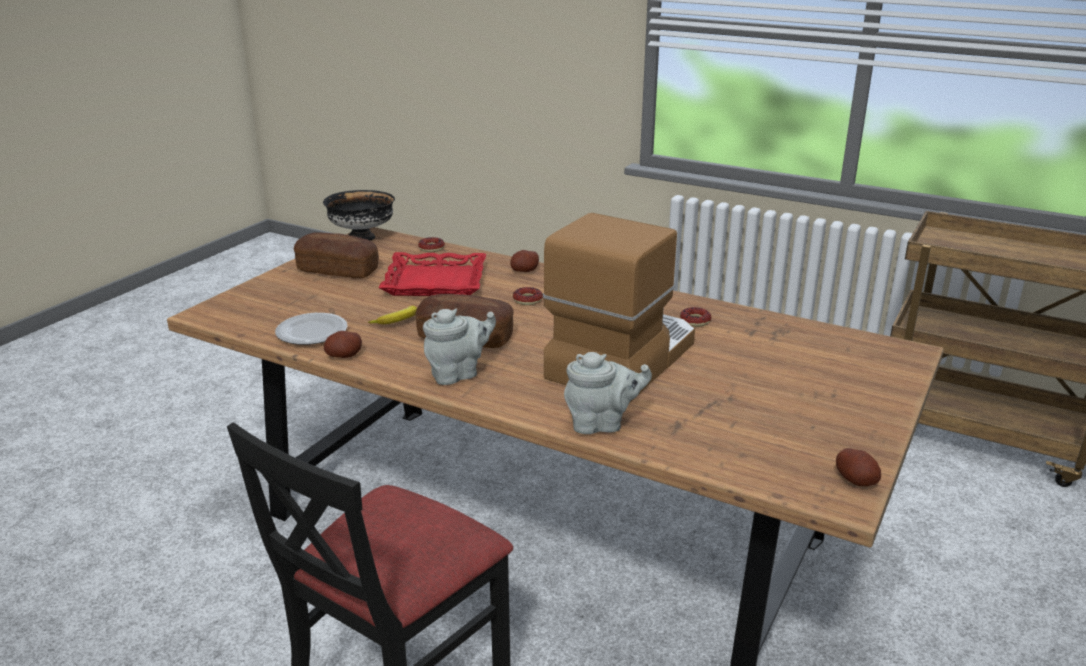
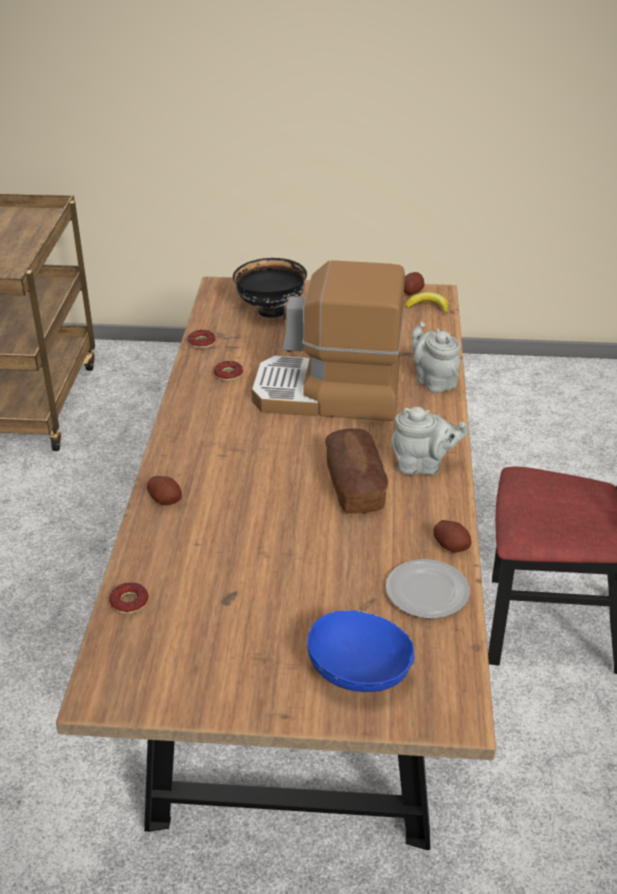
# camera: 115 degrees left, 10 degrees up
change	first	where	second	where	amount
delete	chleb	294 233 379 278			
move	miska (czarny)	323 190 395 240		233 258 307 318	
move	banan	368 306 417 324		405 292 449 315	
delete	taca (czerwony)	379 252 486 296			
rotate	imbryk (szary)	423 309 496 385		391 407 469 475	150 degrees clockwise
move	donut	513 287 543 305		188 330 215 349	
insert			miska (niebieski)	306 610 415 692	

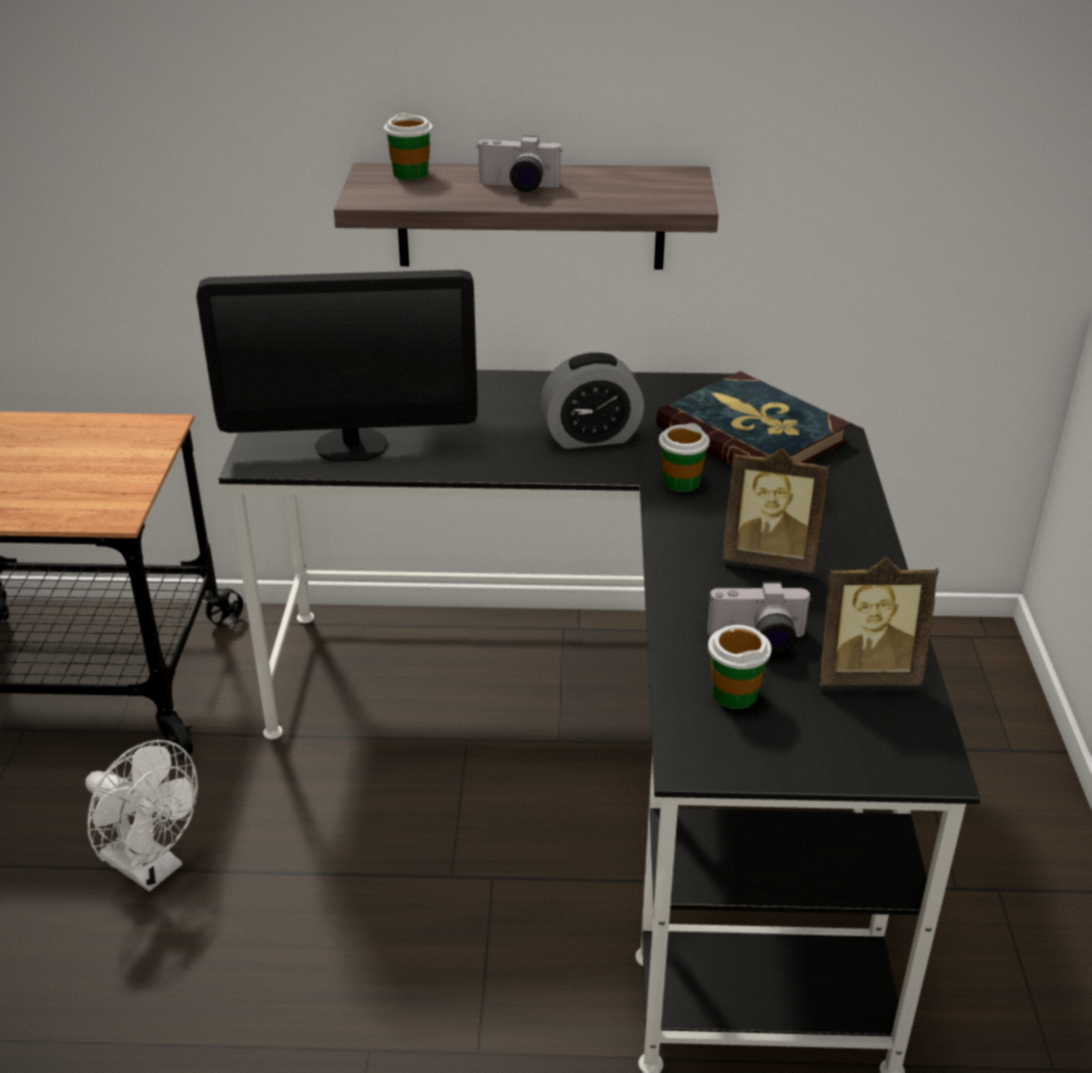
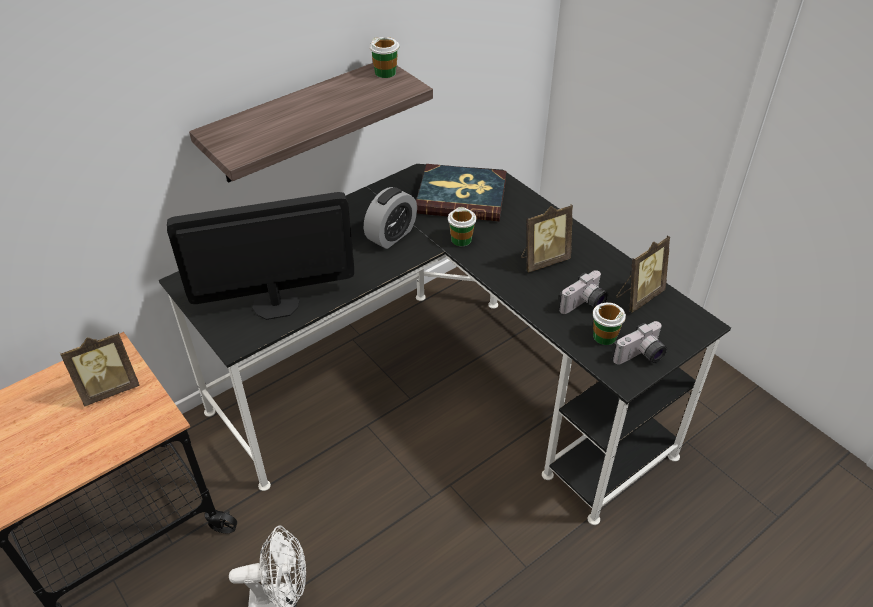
# camera: 40 degrees left, 10 degrees up
change	first	where	second	where	amount
rotate	monitor	196 270 478 462		167 192 354 320	150 degrees counterclockwise
move	filiżanka	384 113 433 180		369 37 399 78	
move	aparat fotograficzny	478 136 562 192		612 321 667 365	
insert			ramka na zdjęcie	60 332 139 407	

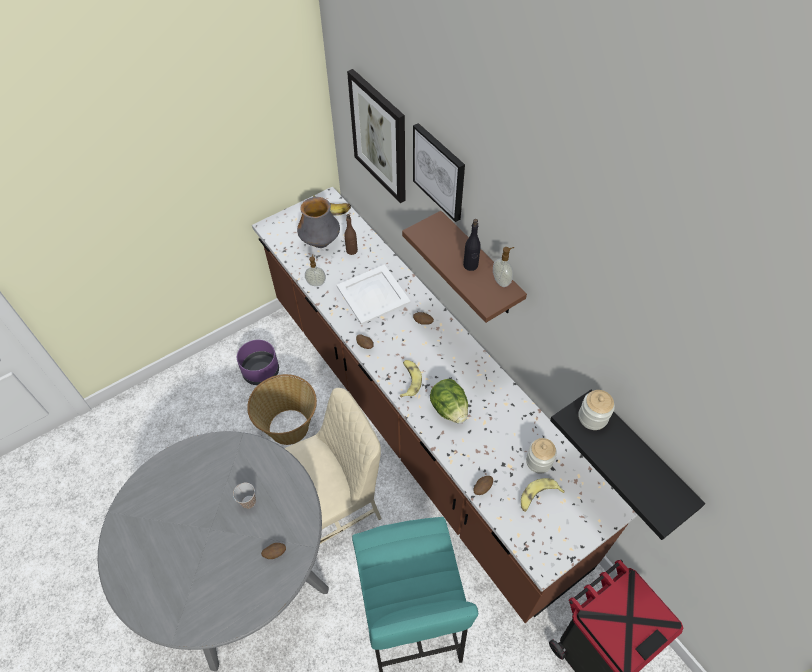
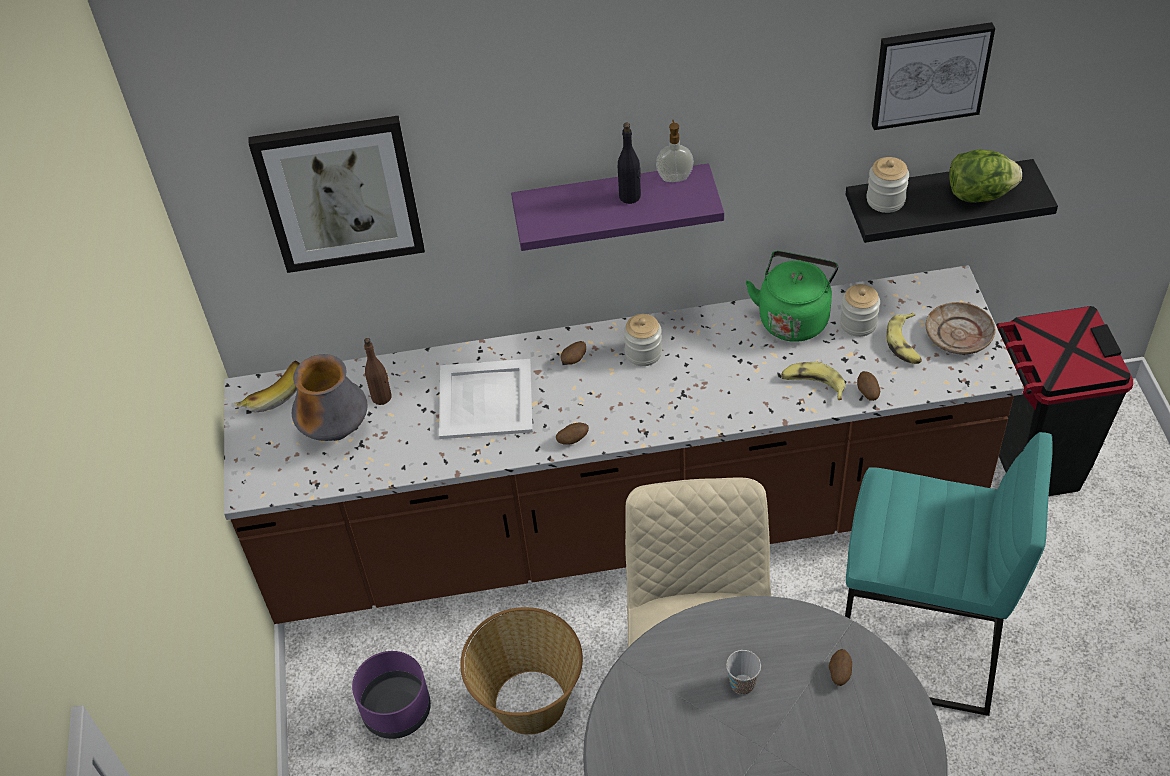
# camera: 60 degrees left, 5 degrees down
change	first	where	second	where	amount
delete	dozownik mydła	305 254 326 286			
move	banan	399 360 422 398		781 362 845 400	
recolor	półka (brązowy)	402 211 527 323	półka (fioletowy)	511 163 724 251	
move	obraz	413 123 465 222		872 22 995 130	
move	sałata	430 379 468 423		949 149 1022 203	
insert			słoik	624 314 662 366	
insert			czajnik (zielony)	746 251 838 342	
insert			talerz (beżowy)	926 302 996 355	

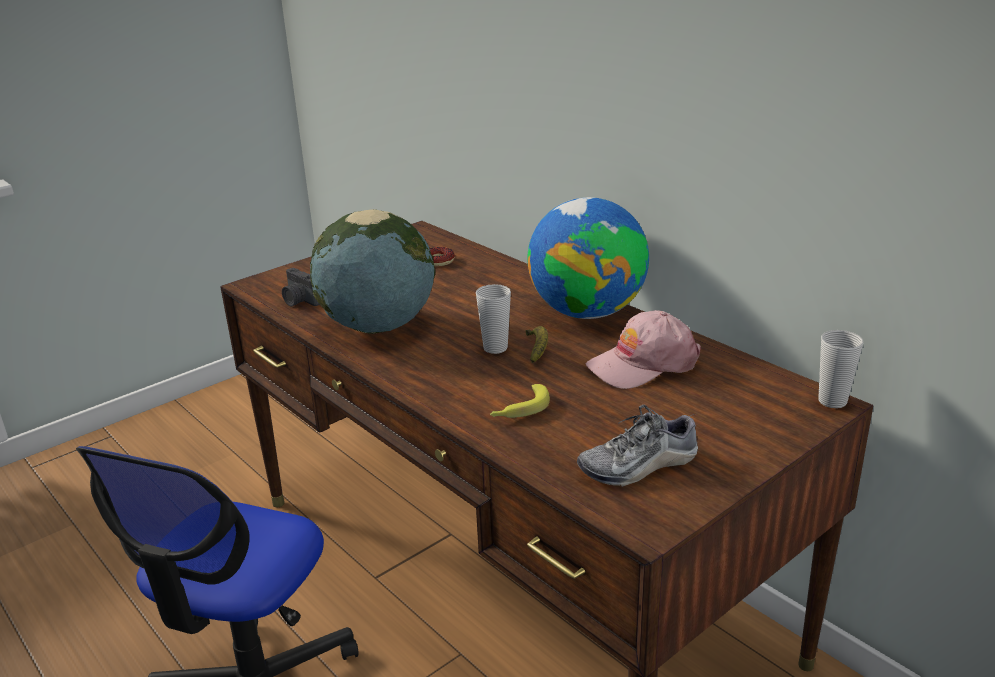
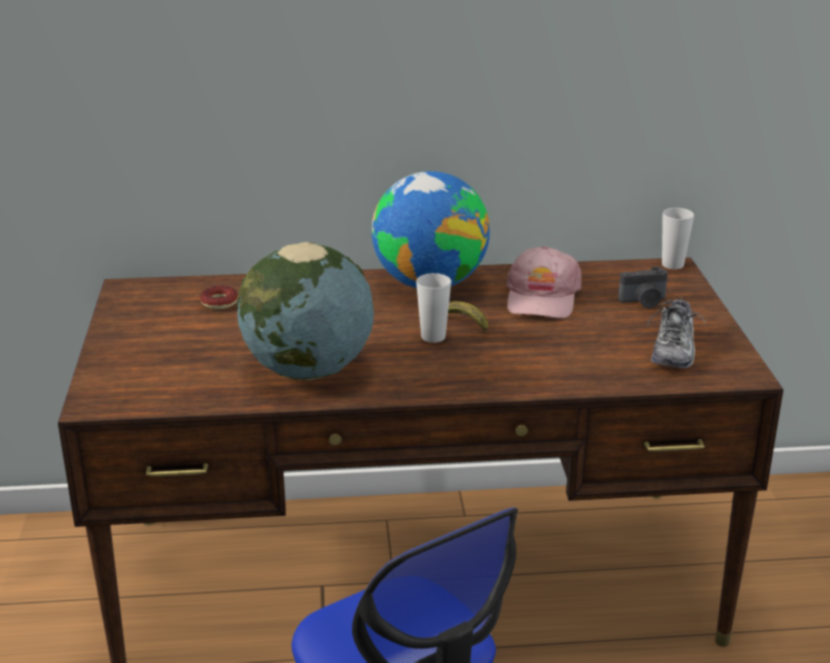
# camera: 55 degrees left, 0 degrees up
change	first	where	second	where	amount
move	aparat fotograficzny	282 268 320 307		618 267 668 308	
delete	banan	490 384 550 418			

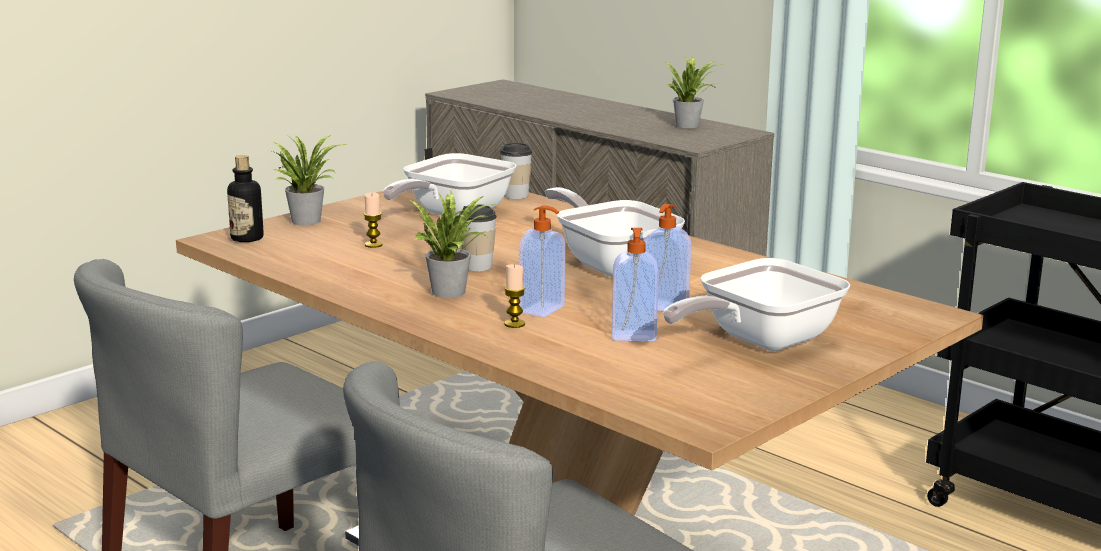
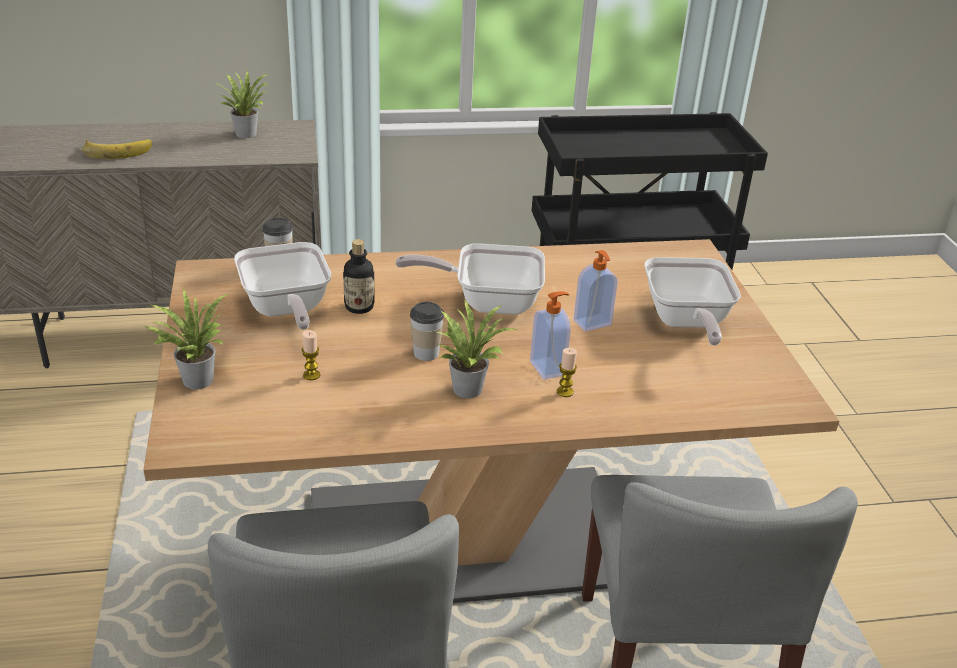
# camera: 55 degrees left, 15 degrees up
change	first	where	second	where	amount
move	butelka	227 155 264 242		343 239 375 314	
delete	dozownik mydła	612 228 659 341			
insert			banan	82 139 152 159	

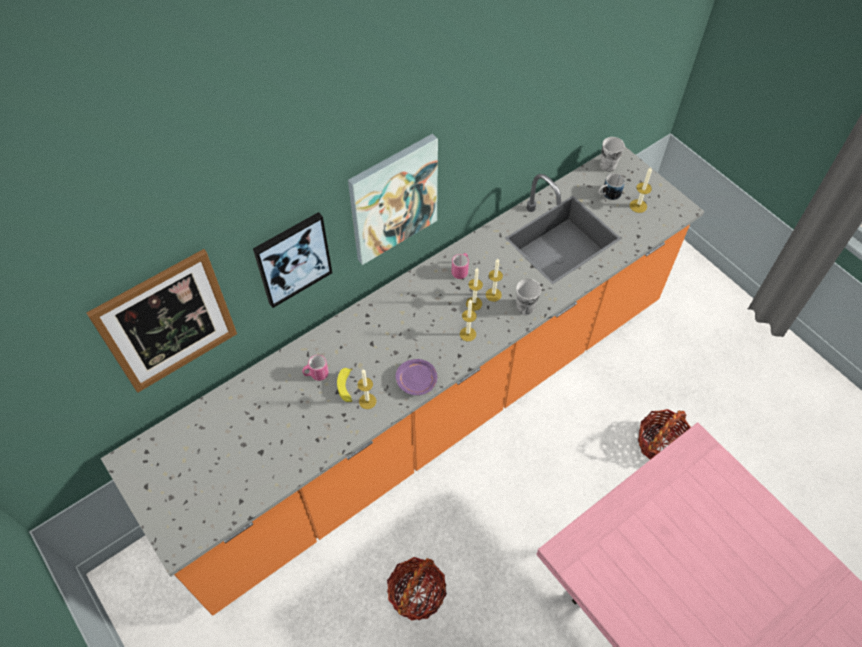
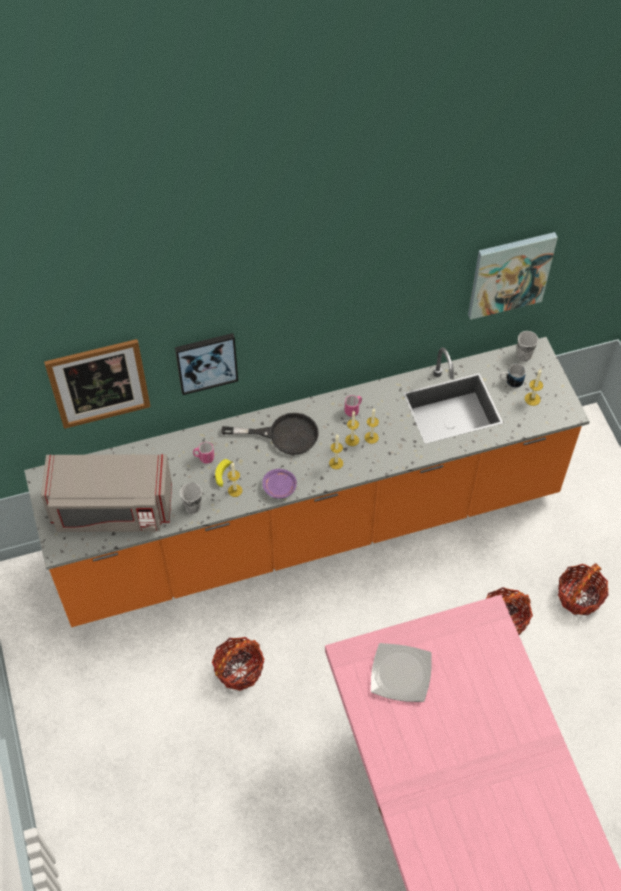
# camera: 20 degrees right, 0 degrees up
change	first	where	second	where	amount
move	obraz	348 134 438 265		468 232 558 320	
move	filiżanka	516 279 541 315		180 483 202 514	
insert			mikrofalówka (szary)	41 454 172 533	
insert			patelnia (czarny)	221 413 319 455	
insert			talerz	371 643 432 702	
insert			koszyk	558 563 609 615	

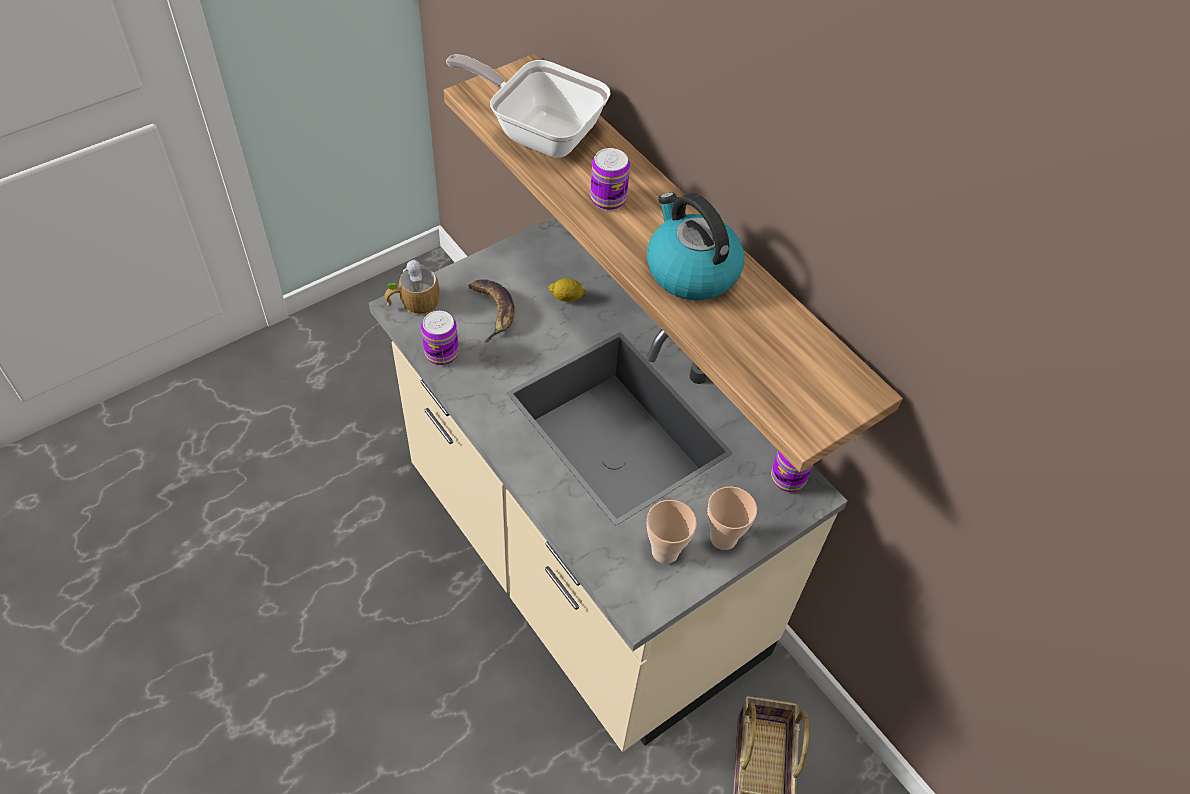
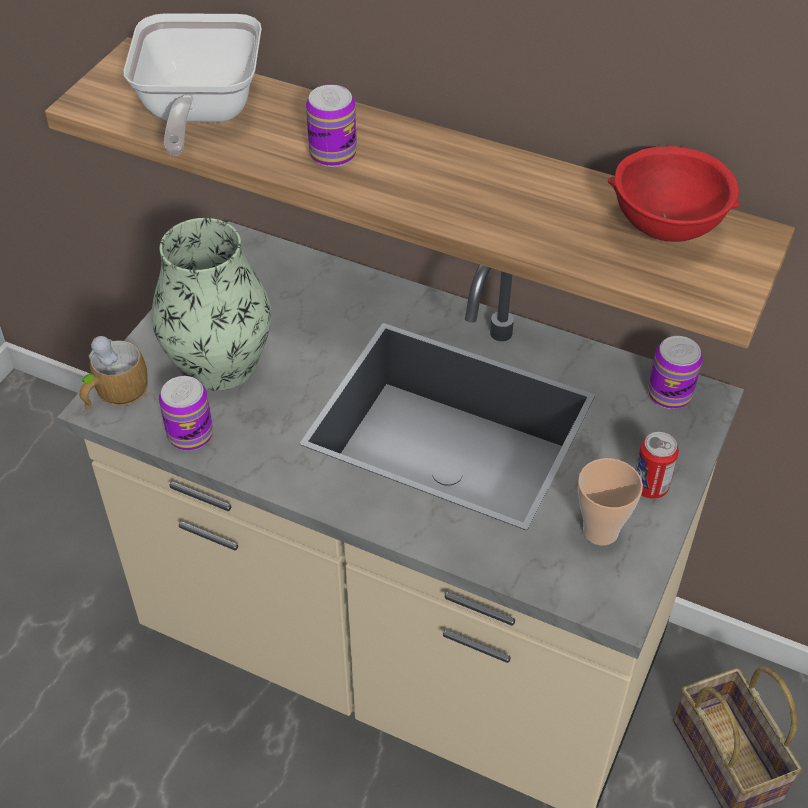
# camera: 25 degrees left, 5 degrees down
change	first	where	second	where	amount
rotate	patelnia	446 54 611 158		124 13 262 156	90 degrees counterclockwise
replace	banan	469 279 515 342	wazon	151 218 271 391	
delete	cytryna	548 278 587 302			
delete	czajnik	647 192 744 301			
replace	filiżanka	707 486 757 550	puszka	635 432 679 499	
insert			miska (czerwony)	608 146 740 242	

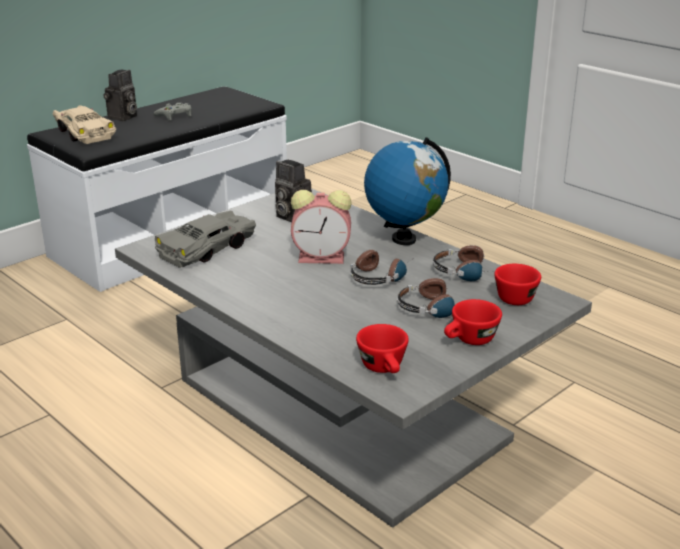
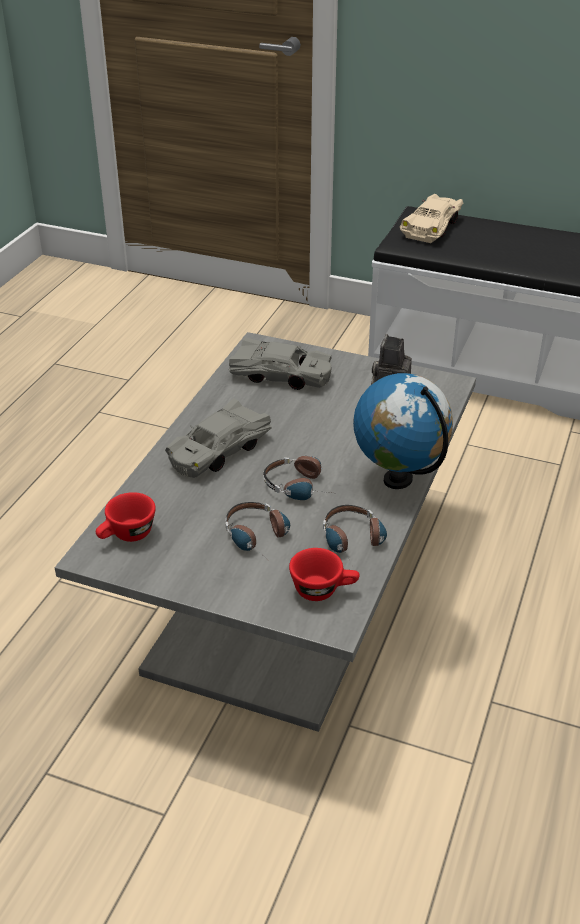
# camera: 65 degrees right, 10 degrees up
change	first	where	second	where	amount
delete	aparat fotograficzny	103 70 137 121			
delete	pad do gier (szary)	153 103 192 120			
delete	budzik	291 190 352 264			
delete	filiżanka (czerwony)	444 299 502 345			
insert			samochodzik (szary)	165 398 272 478	

